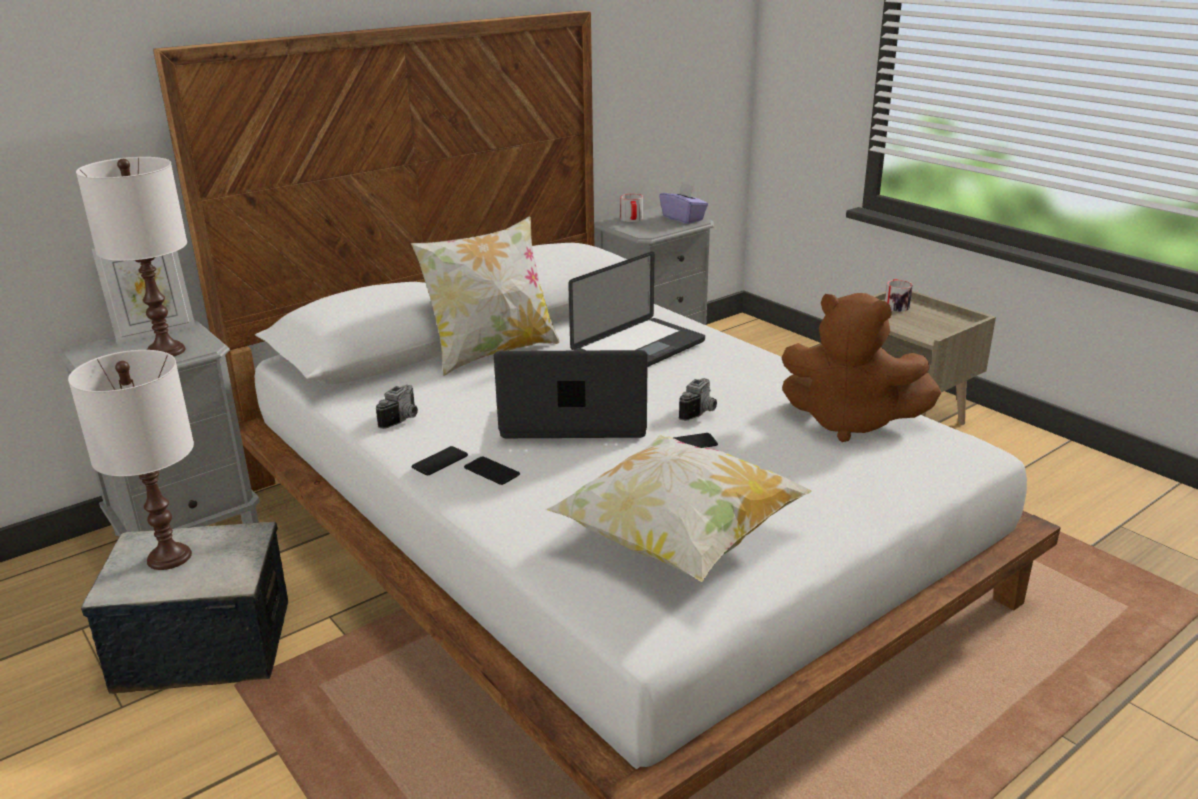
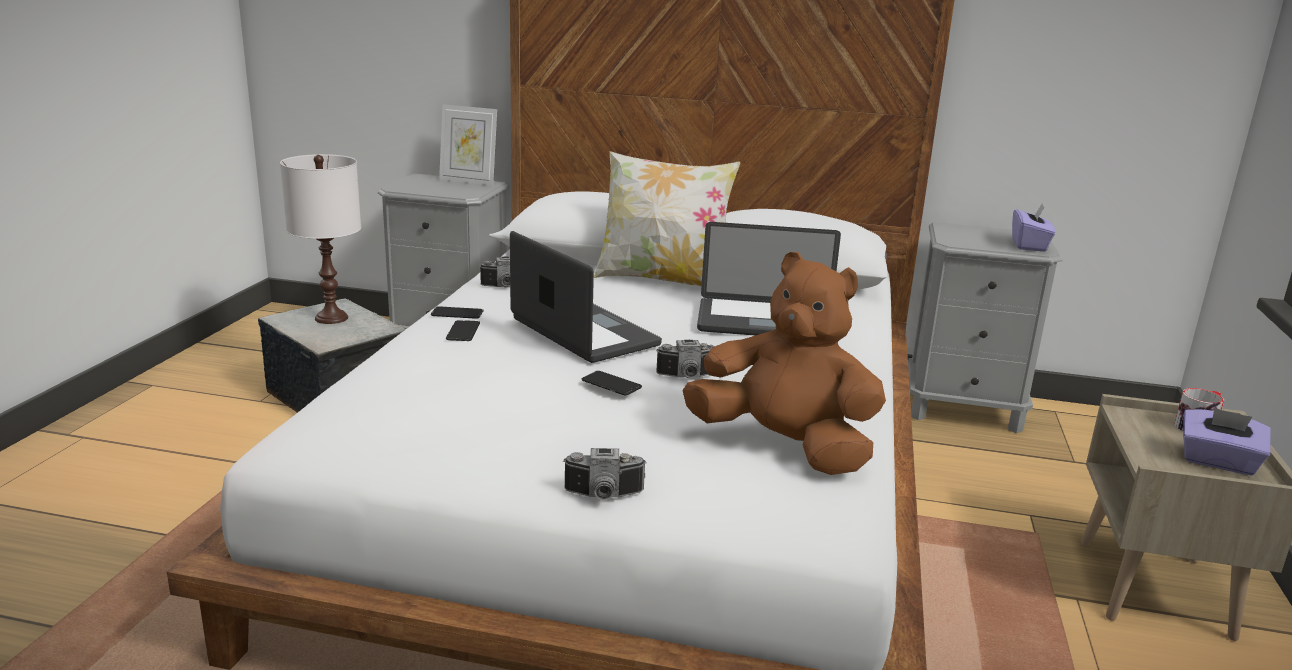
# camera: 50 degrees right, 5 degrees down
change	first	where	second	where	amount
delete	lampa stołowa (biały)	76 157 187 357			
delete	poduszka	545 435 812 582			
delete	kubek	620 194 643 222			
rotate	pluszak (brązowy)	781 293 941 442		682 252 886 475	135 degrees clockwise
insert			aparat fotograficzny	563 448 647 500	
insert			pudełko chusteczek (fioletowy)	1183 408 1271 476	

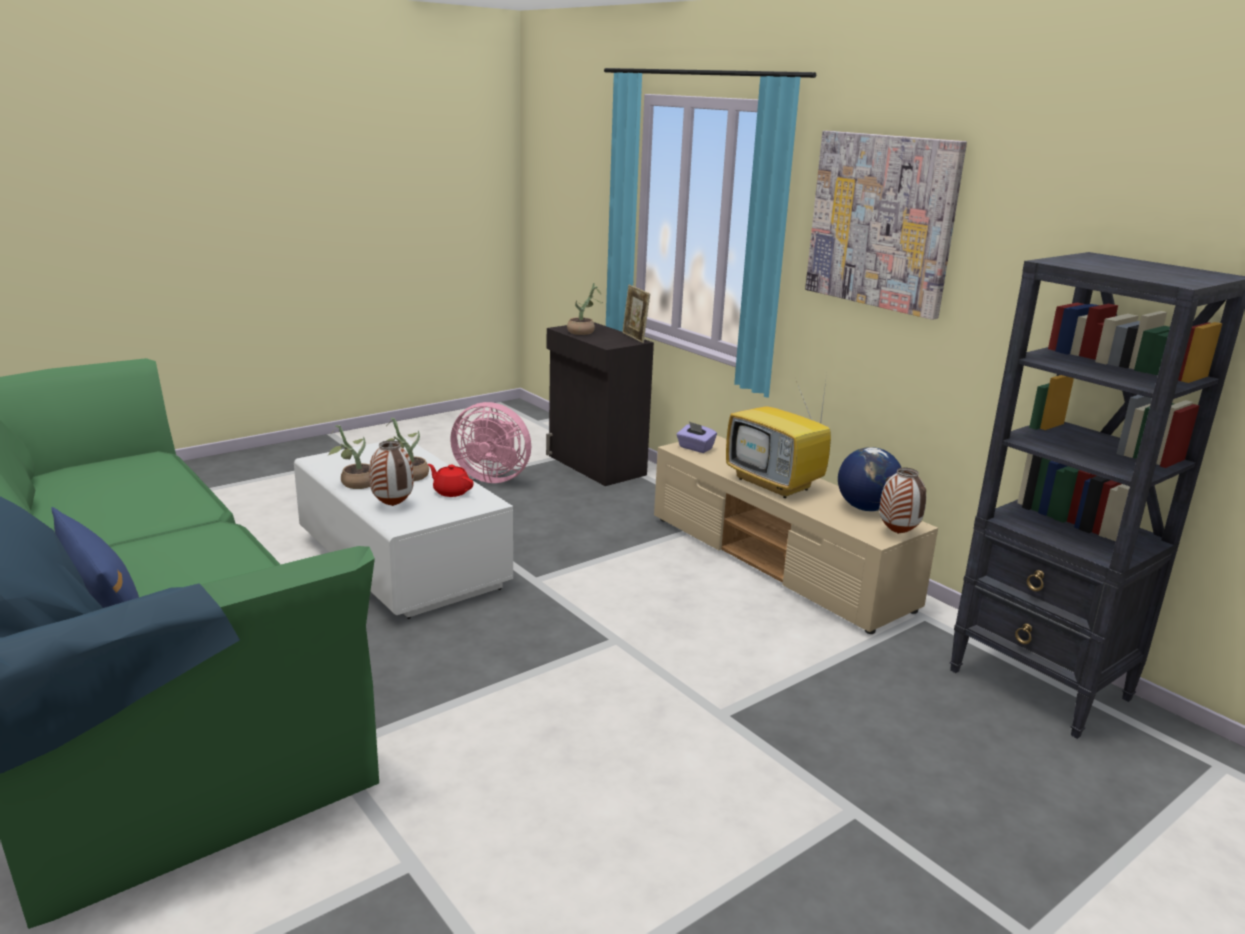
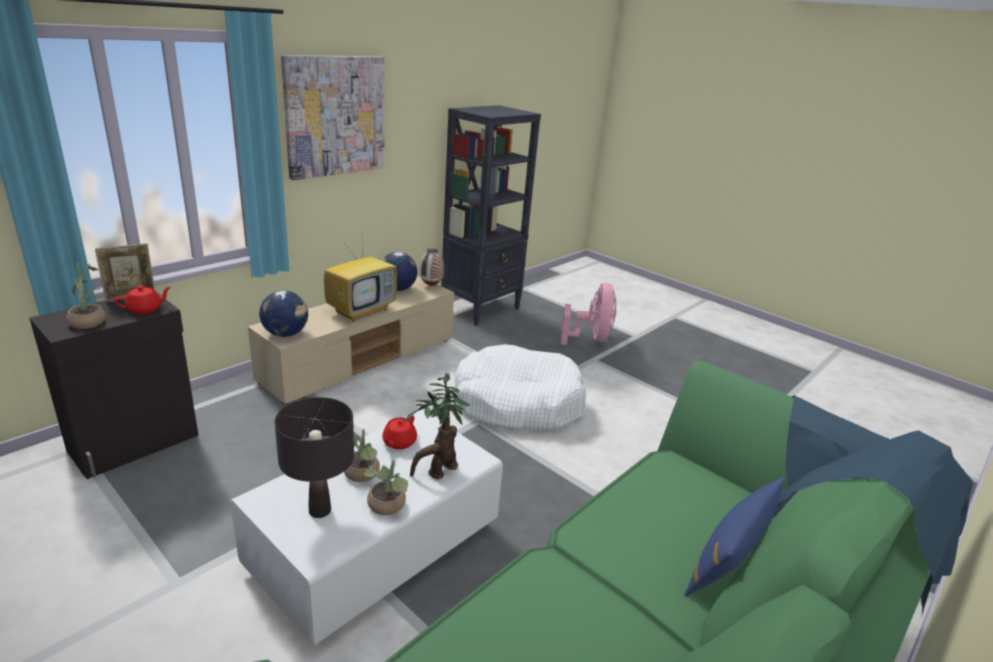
# camera: 100 degrees left, 5 degrees up
change	first	where	second	where	amount
replace	wazon	369 440 414 506	roślina doniczkowa	404 373 470 479	
move	wentylator (różowy)	450 402 531 483		561 283 616 345	
replace	pudełko chusteczek (fioletowy)	677 422 717 453	globus	259 290 308 337	
insert			imbryk (czerwony)	114 286 171 314	
insert			lampa stołowa (czarny)	274 397 354 518	
insert			legowisko (biały)	454 344 586 430	

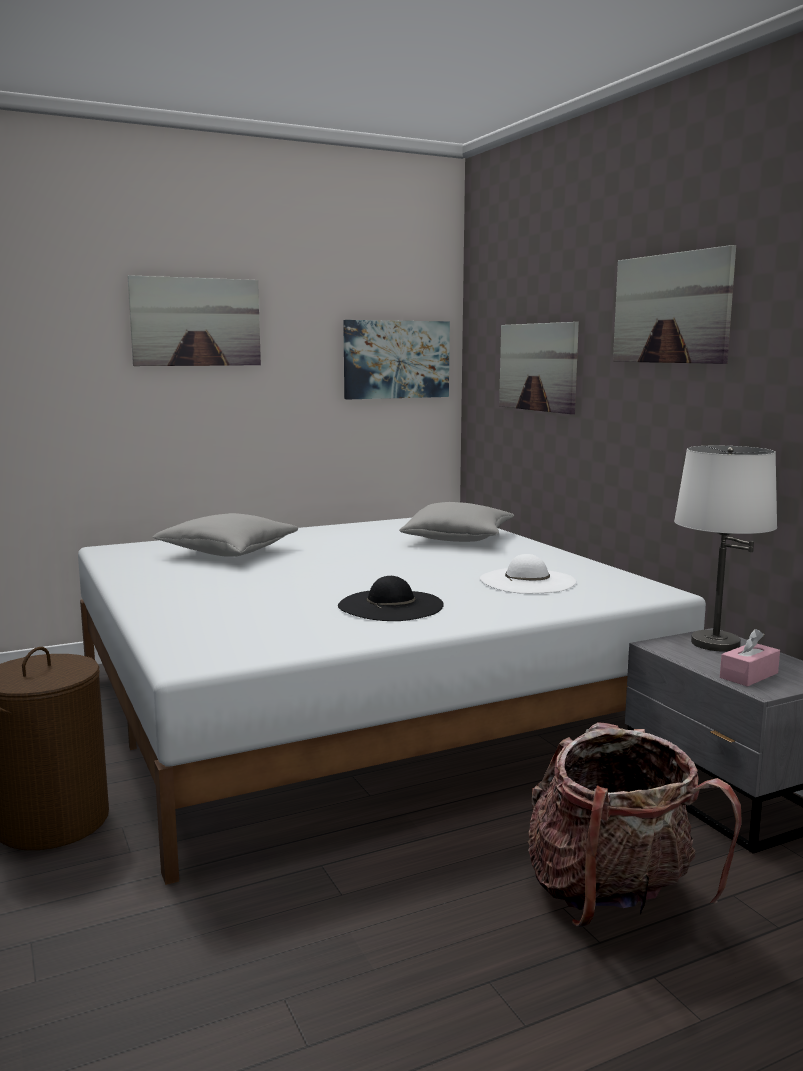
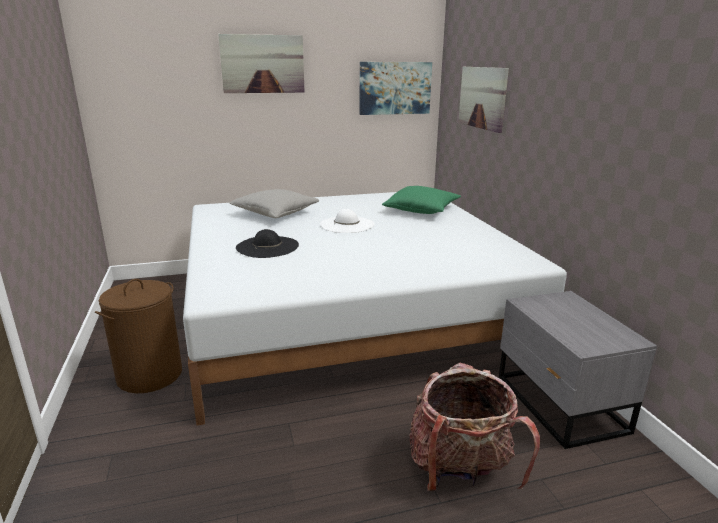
# camera: 10 degrees right, 10 degrees up
change	first	where	second	where	amount
move	kapelusz (czarny)	338 576 444 621		236 229 299 258	
recolor	poduszka (szary)	399 502 514 542	poduszka (zielony)	382 186 461 214	
move	kapelusz (biały)	479 554 576 594		320 209 374 233	
delete	obraz	613 245 736 364			
delete	lampa stołowa (biały)	674 446 777 651			
delete	pudełko chusteczek (różowy)	720 629 780 687			

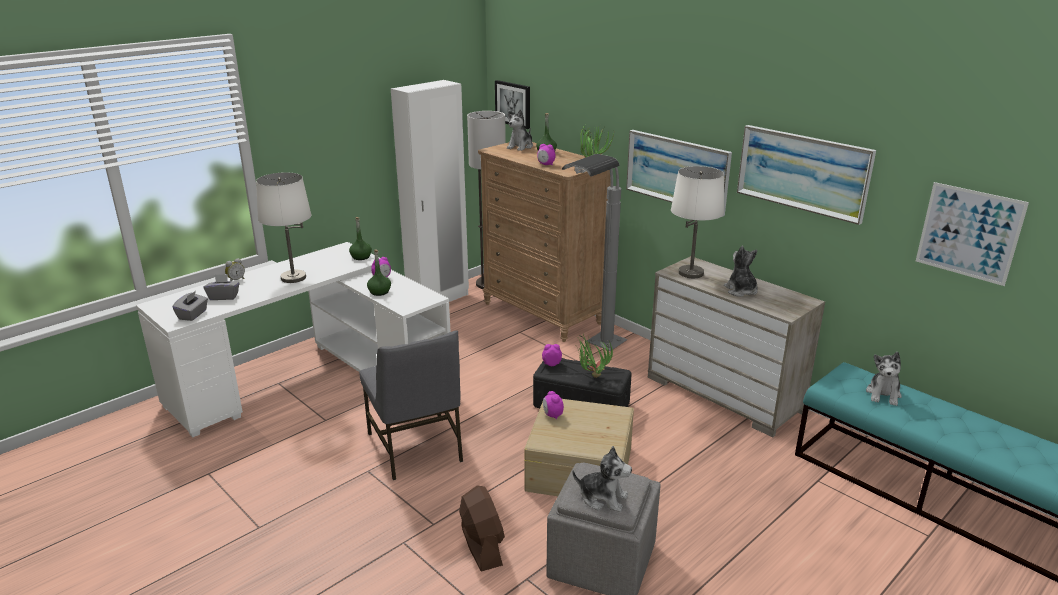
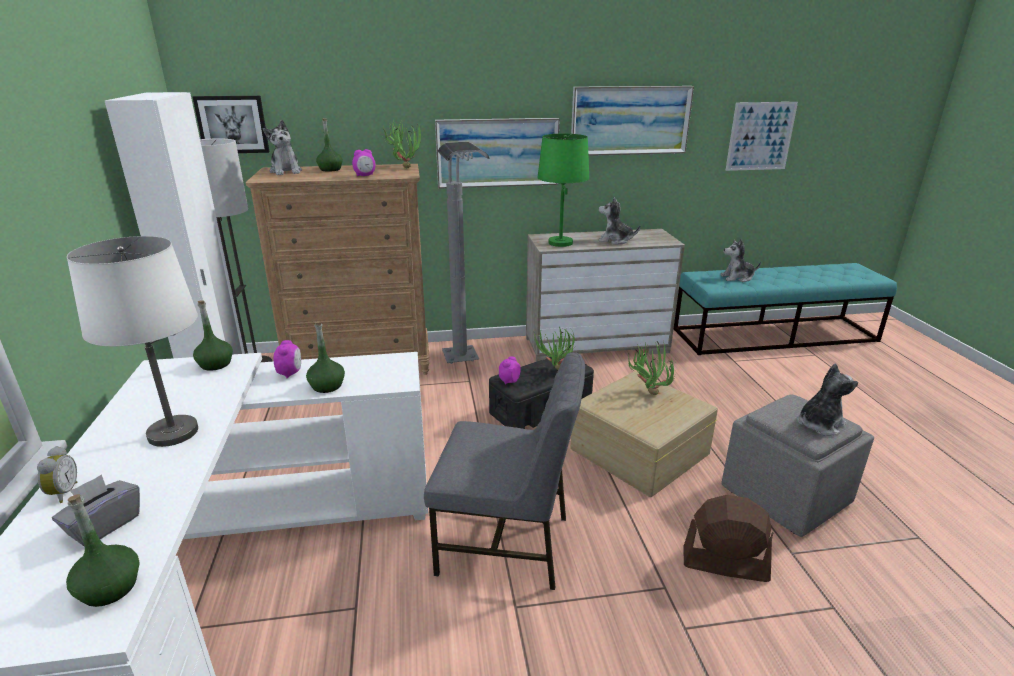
# camera: 55 degrees left, 0 degrees up
change	first	where	second	where	amount
replace	pudełko chusteczek (szary)	172 291 208 321	butelka (zielony)	66 494 139 607	
delete	budzik	543 391 564 419			
recolor	lampa stołowa (biały)	671 166 724 278	lampa stołowa (zielony)	537 134 590 247	
rotate	pluszak	866 352 902 406		720 239 761 282	120 degrees clockwise
insert			roślina doniczkowa	628 340 676 395	

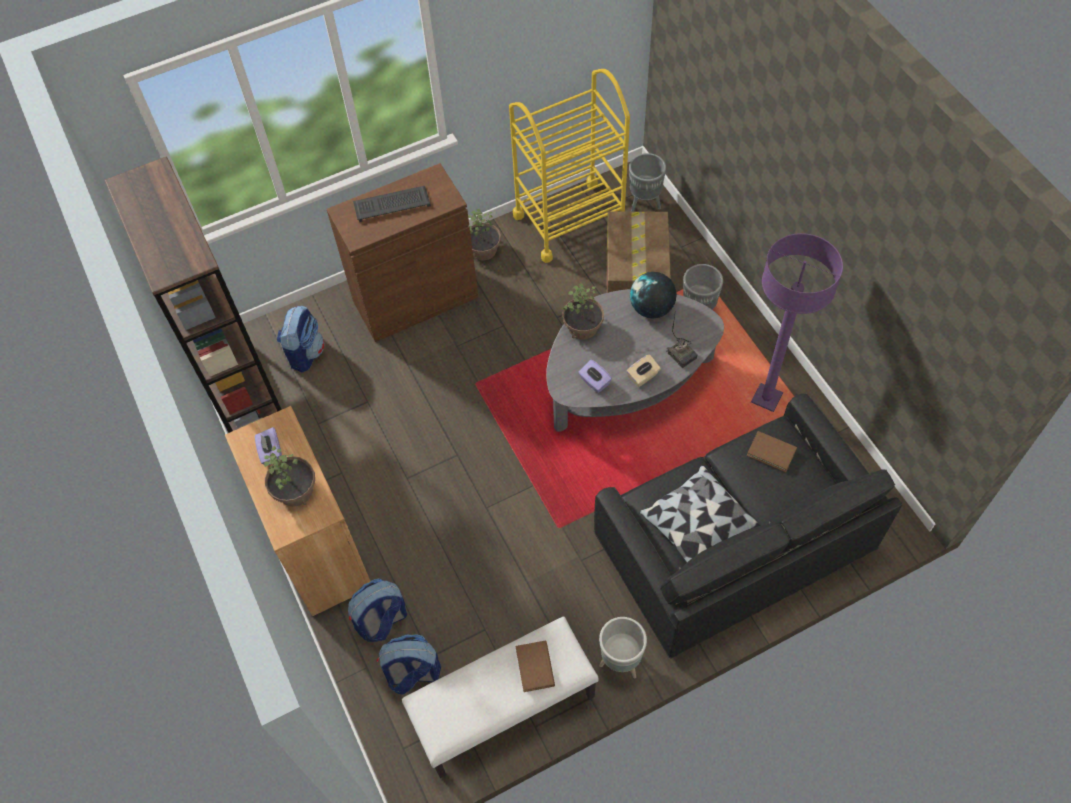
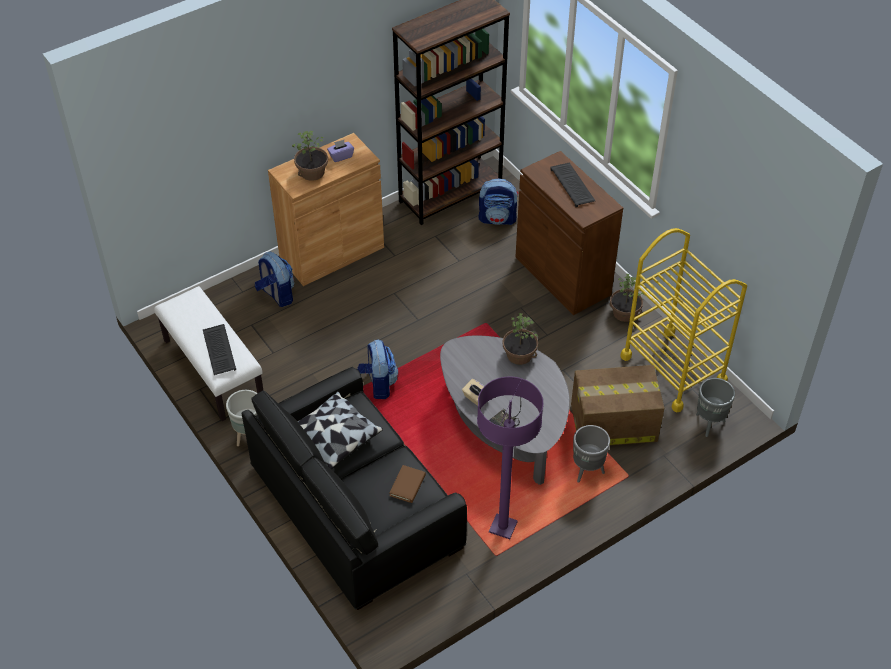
# camera: 80 degrees right, 10 degrees down
change	first	where	second	where	amount
move	plecak	377 634 441 695		357 339 399 399	
replace	książka (brązowy)	516 641 555 692	klawiatura	203 324 236 375	
delete	pudełko chusteczek (fioletowy)	578 360 612 393			
delete	globus	630 272 677 319			

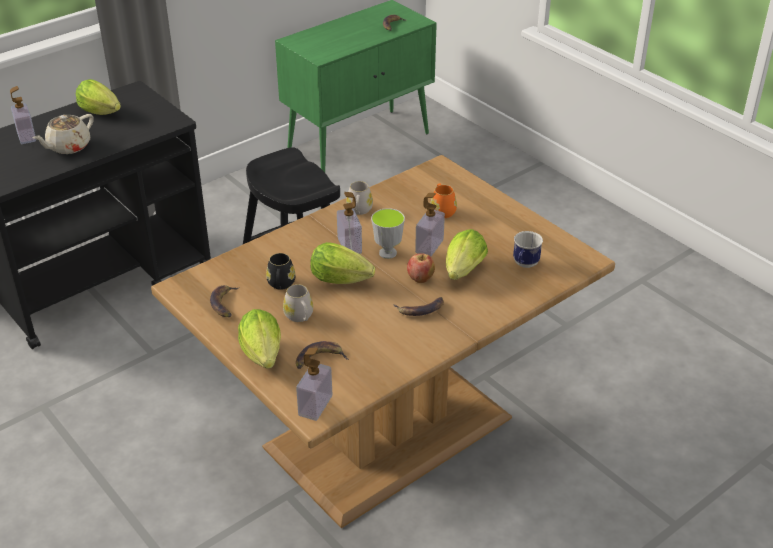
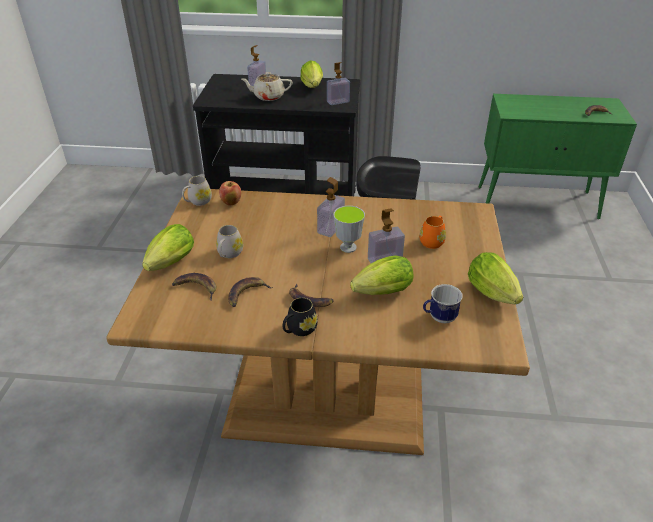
# camera: 45 degrees right, 0 degrees up
change	first	where	second	where	amount
move	banan	210 285 239 317		228 277 273 307	
move	kubek (czarny)	266 253 295 290		283 298 318 336	
move	dozownik mydła	296 348 332 421		327 62 350 105	
move	sałata	310 242 375 284		468 252 523 304	
move	kubek (biały)	346 181 373 215		182 176 212 206	
move	jabłko	407 253 435 283		219 181 241 205	

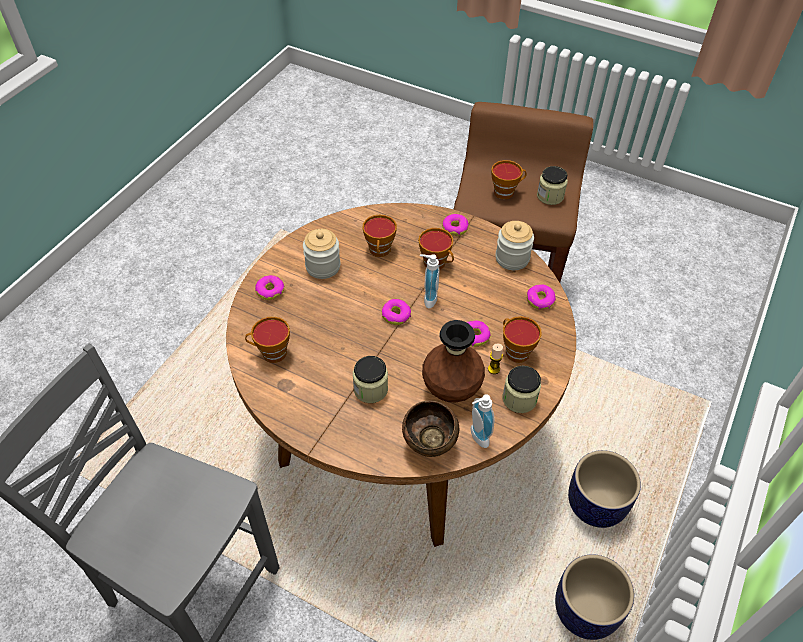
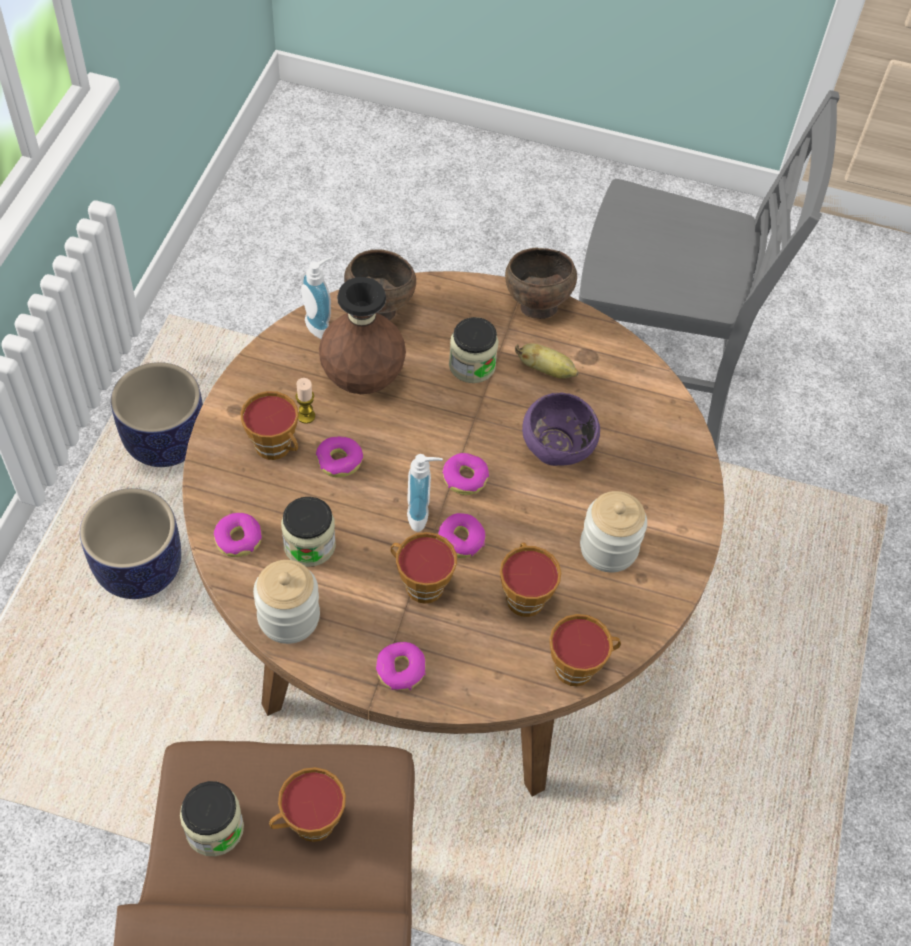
# camera: 165 degrees right, 5 degrees up
change	first	where	second	where	amount
move	filiżanka	245 316 290 363		550 614 621 687	
move	donut	255 275 284 300		438 513 486 558	
move	słoik	502 366 541 413		281 497 336 567	
insert			miska (brązowy)	505 247 577 319	
insert			banan	515 343 578 379	
insert			miska (fioletowy)	522 393 600 466	

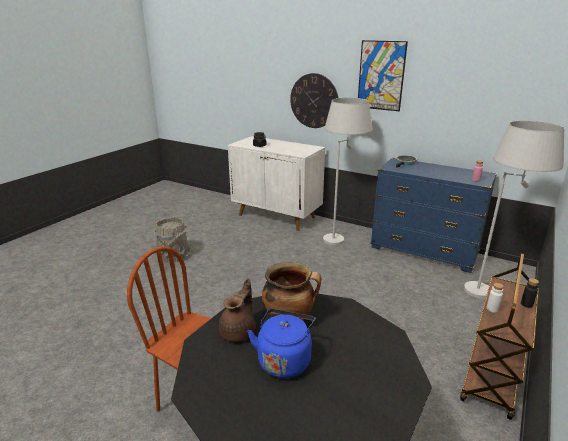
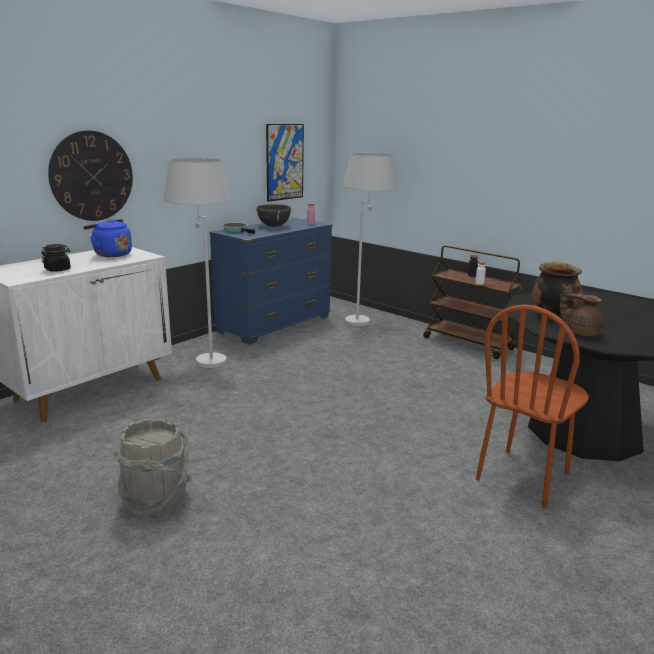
# camera: 80 degrees left, 5 degrees down
change	first	where	second	where	amount
move	czajnik (niebieski)	247 309 316 379		83 219 132 257	
move	obraz	358 40 408 111		266 124 304 202	
insert			garnek (czarny)	252 204 295 227	

